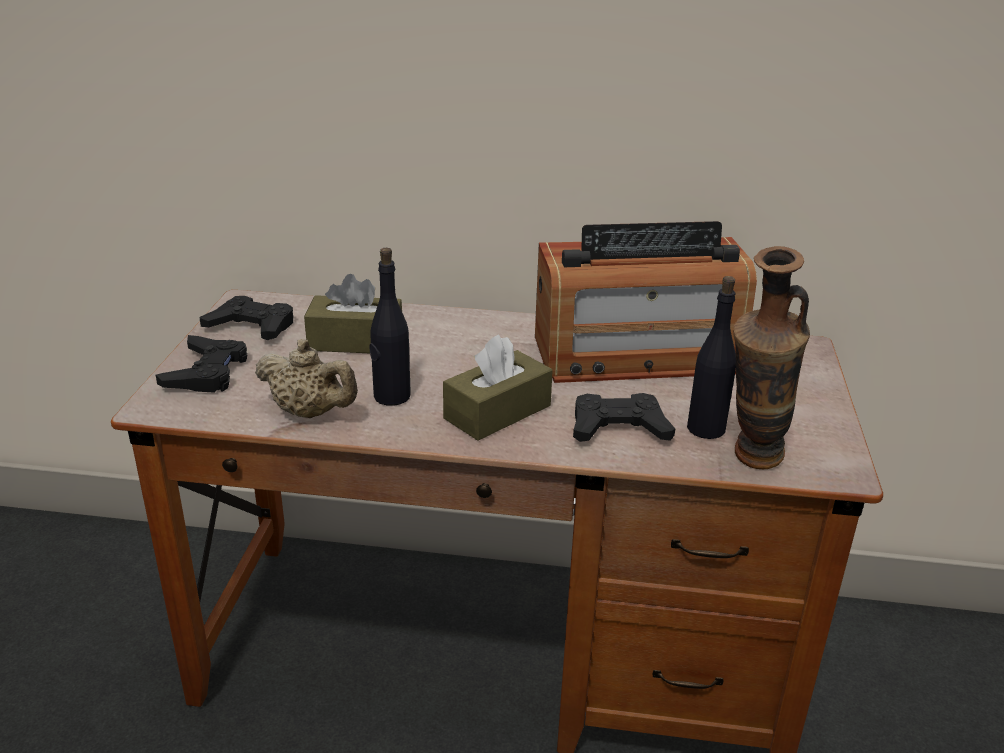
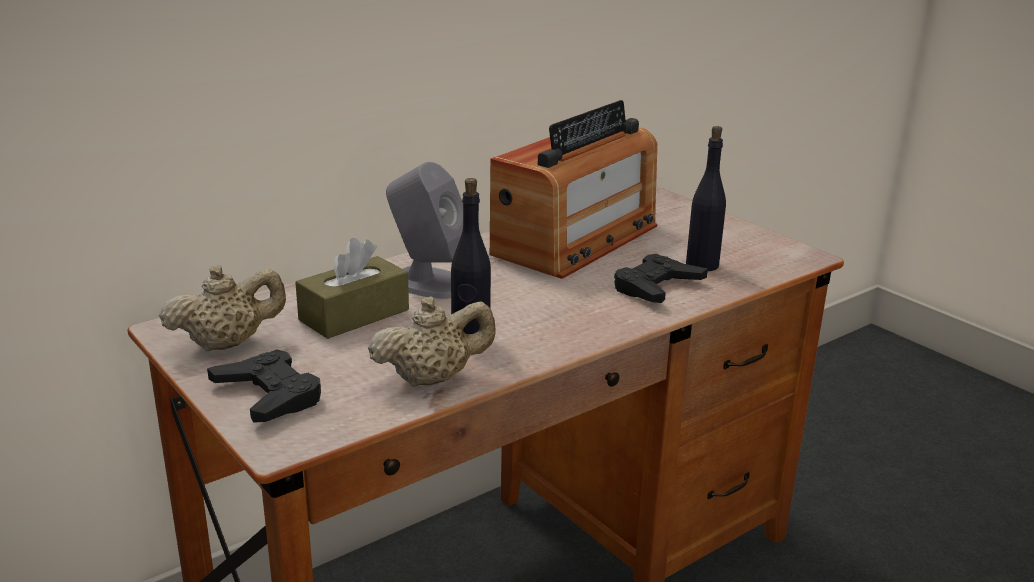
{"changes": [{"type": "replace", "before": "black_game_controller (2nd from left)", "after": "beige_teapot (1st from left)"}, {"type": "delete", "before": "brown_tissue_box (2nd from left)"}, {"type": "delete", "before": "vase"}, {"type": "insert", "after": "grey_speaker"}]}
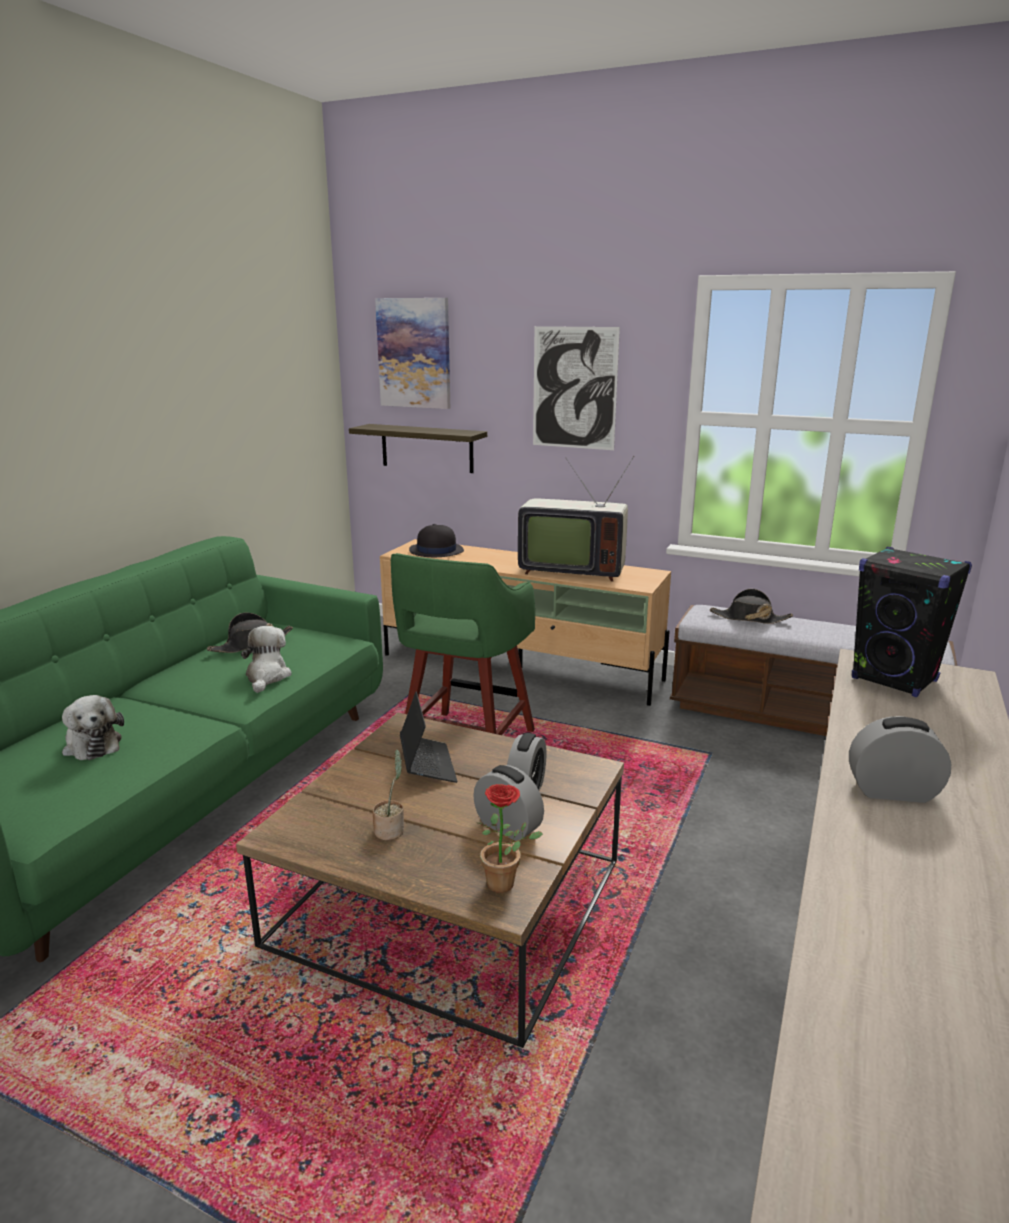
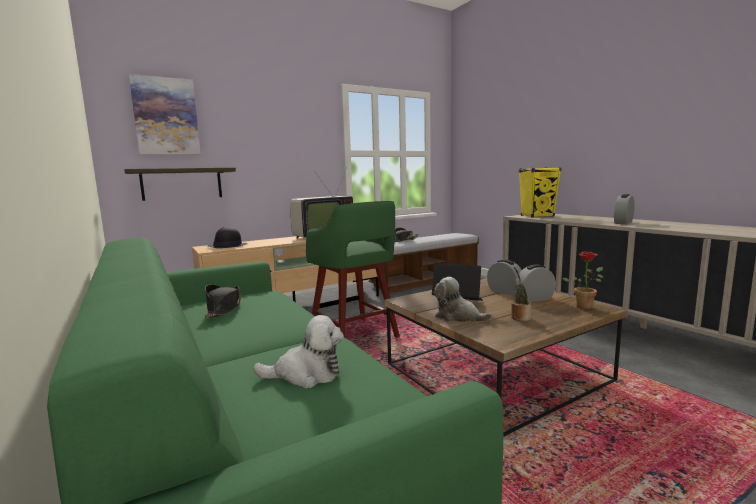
{"changes": [{"type": "move", "before": "plush_toy (2nd from left)"}, {"type": "delete", "before": "picture (2nd from left)"}, {"type": "recolor", "before": "black_speaker", "after": "yellow_speaker"}]}
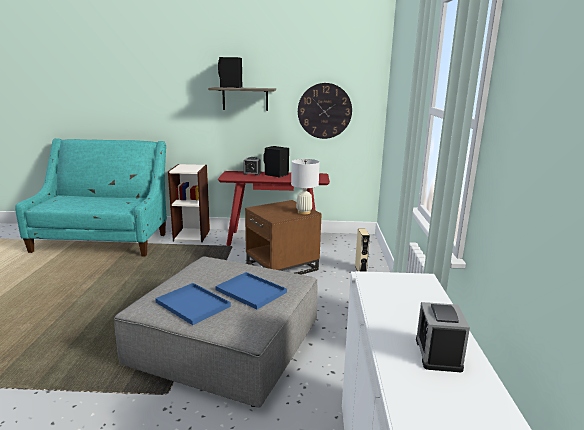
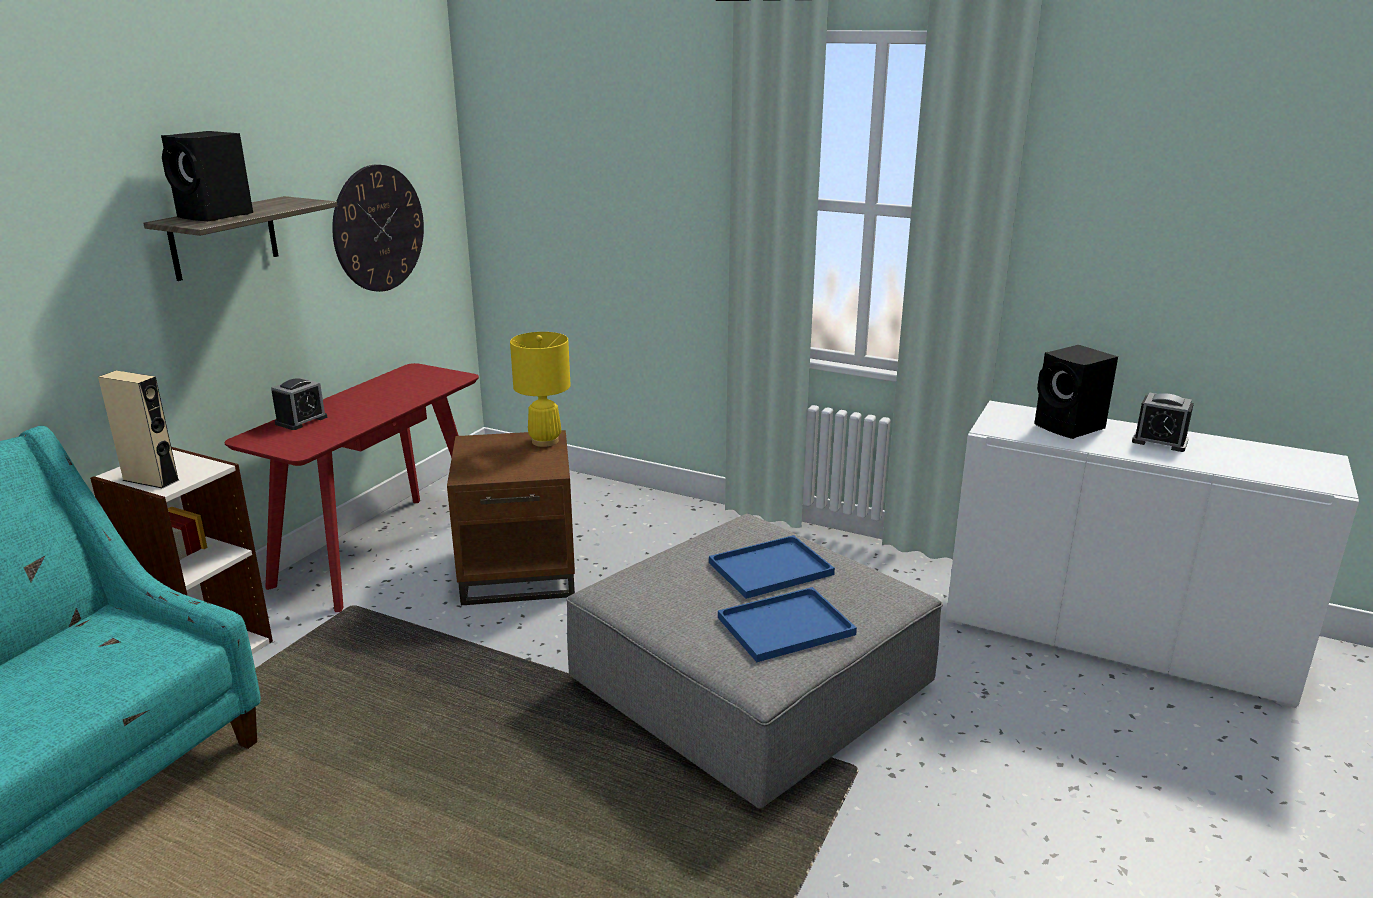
{"changes": [{"type": "move", "before": "black_speaker (2nd from left)"}, {"type": "recolor", "before": "white_table_lamp", "after": "yellow_table_lamp"}, {"type": "move", "before": "beige_speaker"}]}
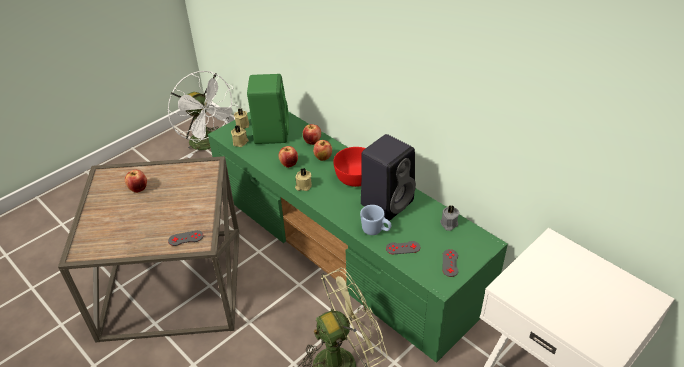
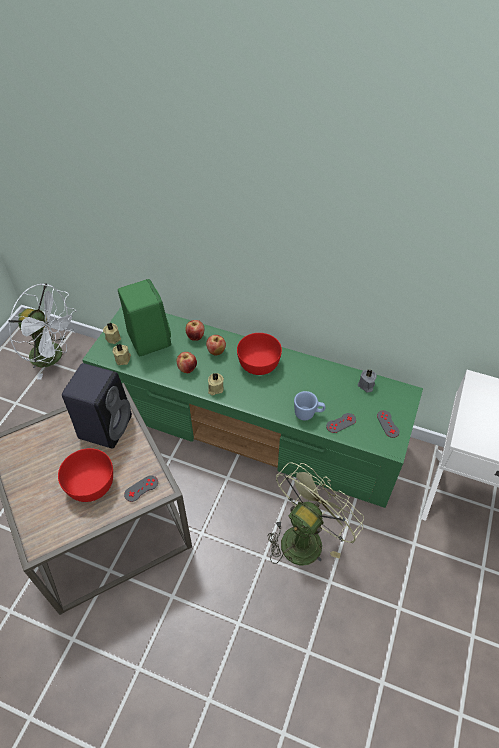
{"changes": [{"type": "delete", "before": "apple (1st from left)"}, {"type": "move", "before": "black_speaker"}, {"type": "insert", "after": "red_bowl (1st from left)"}]}
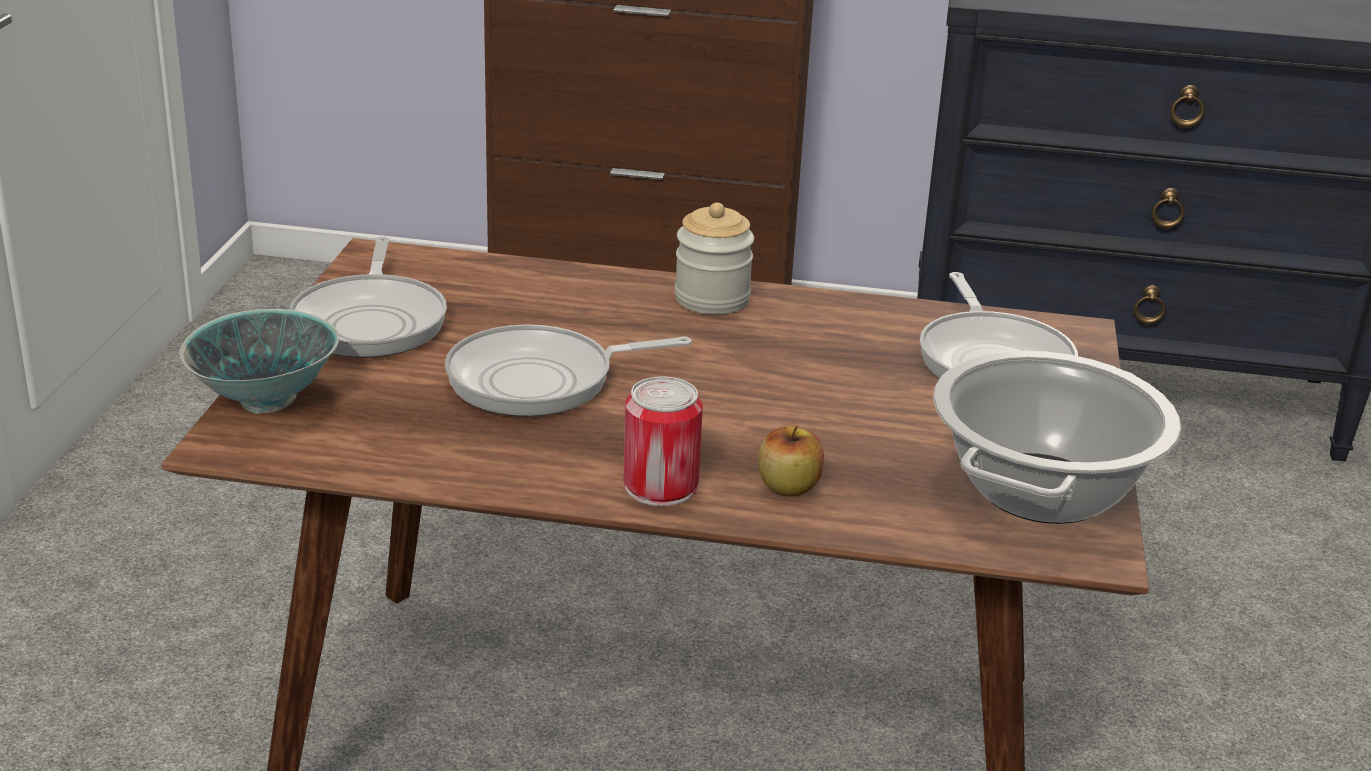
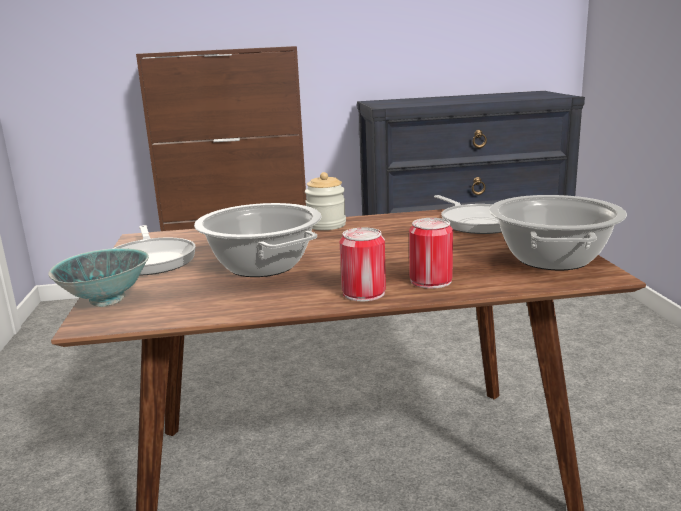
{"changes": [{"type": "replace", "before": "frying_pan (2nd from left)", "after": "cooking_pot (1st from left)"}, {"type": "replace", "before": "apple", "after": "can (2nd from left)"}]}
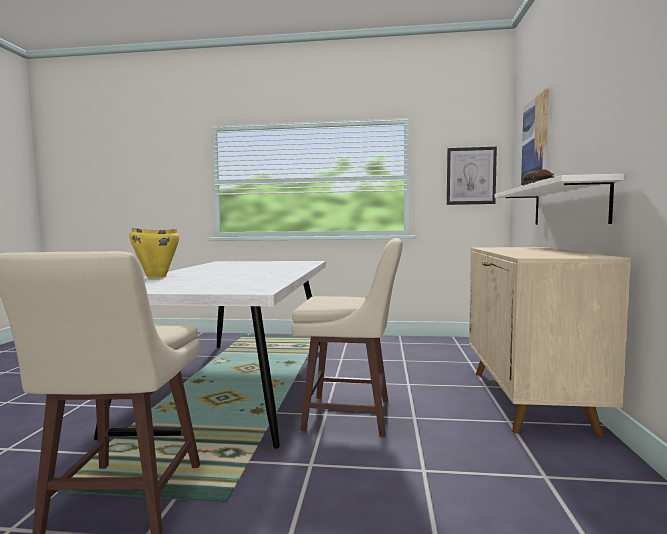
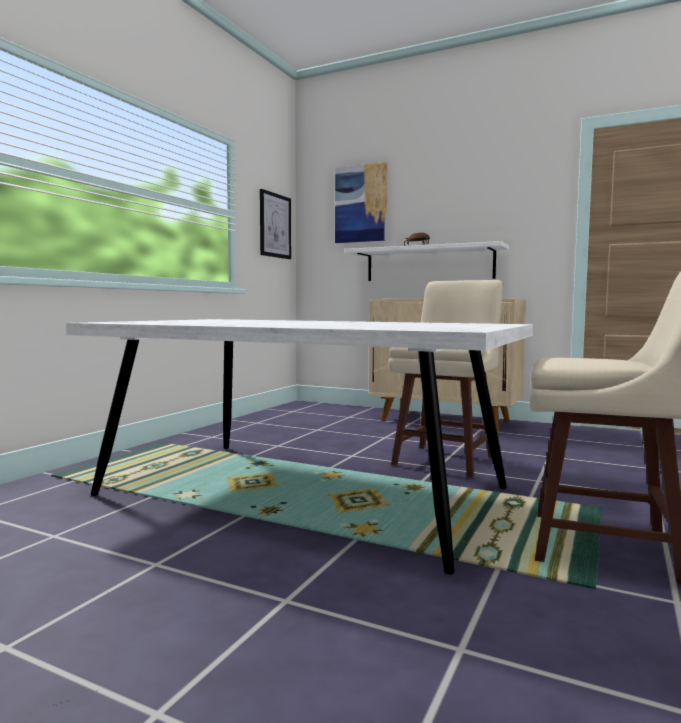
{"changes": [{"type": "delete", "before": "yellow_cooking_pot"}]}
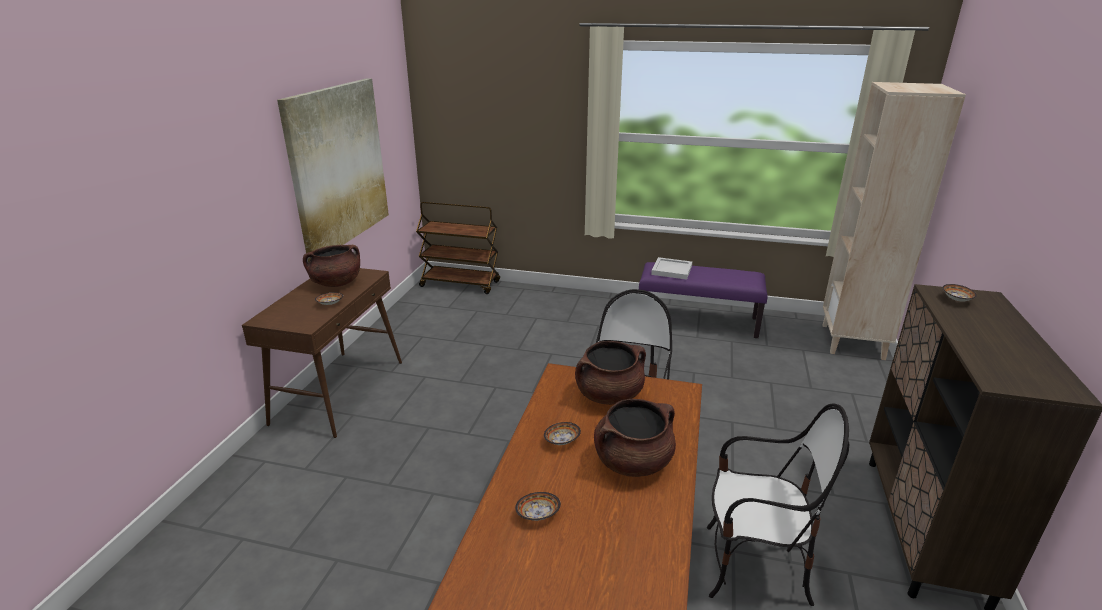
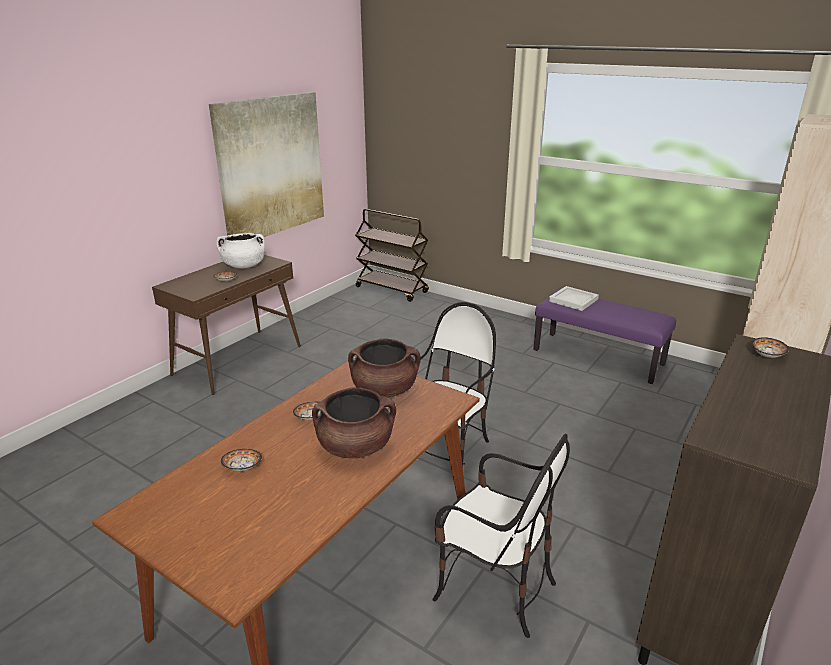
{"changes": [{"type": "recolor", "before": "brown_cooking_pot (1st from left)", "after": "white_cooking_pot"}]}
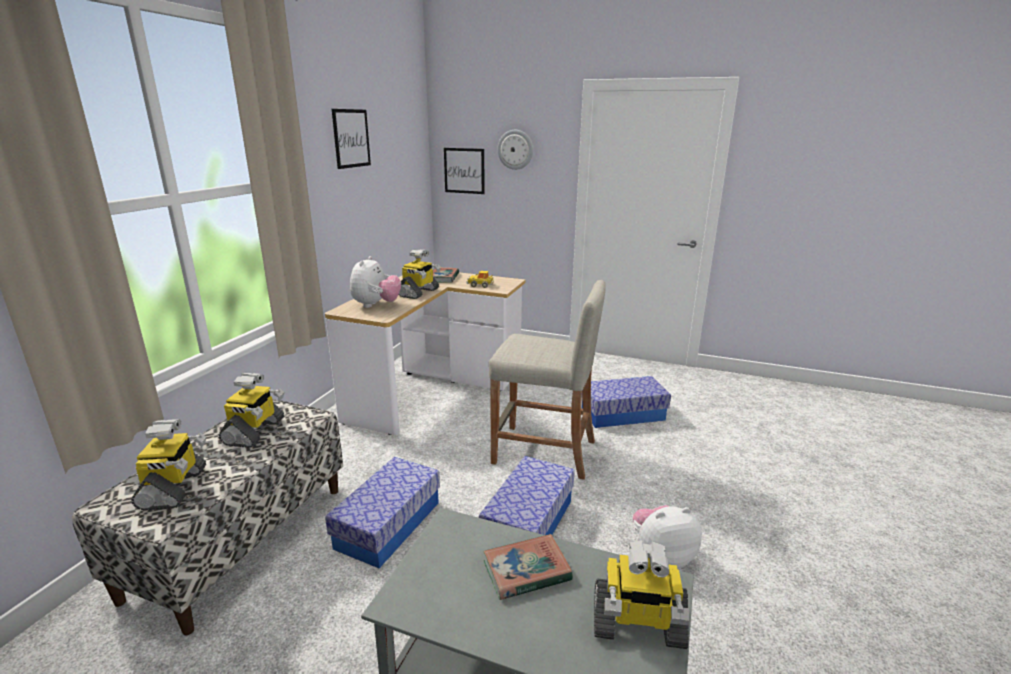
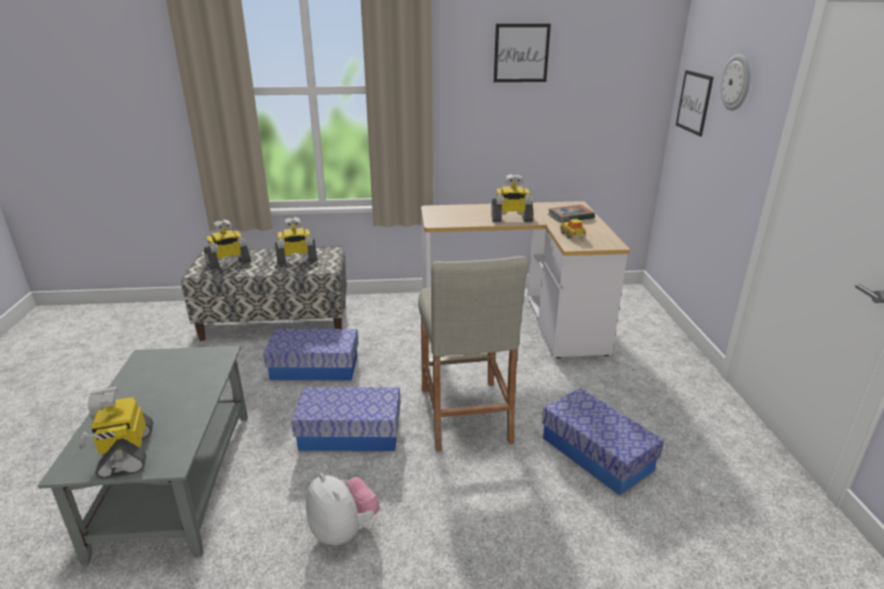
{"changes": [{"type": "delete", "before": "plush_toy (1st from left)"}, {"type": "delete", "before": "book (2nd from left)"}]}
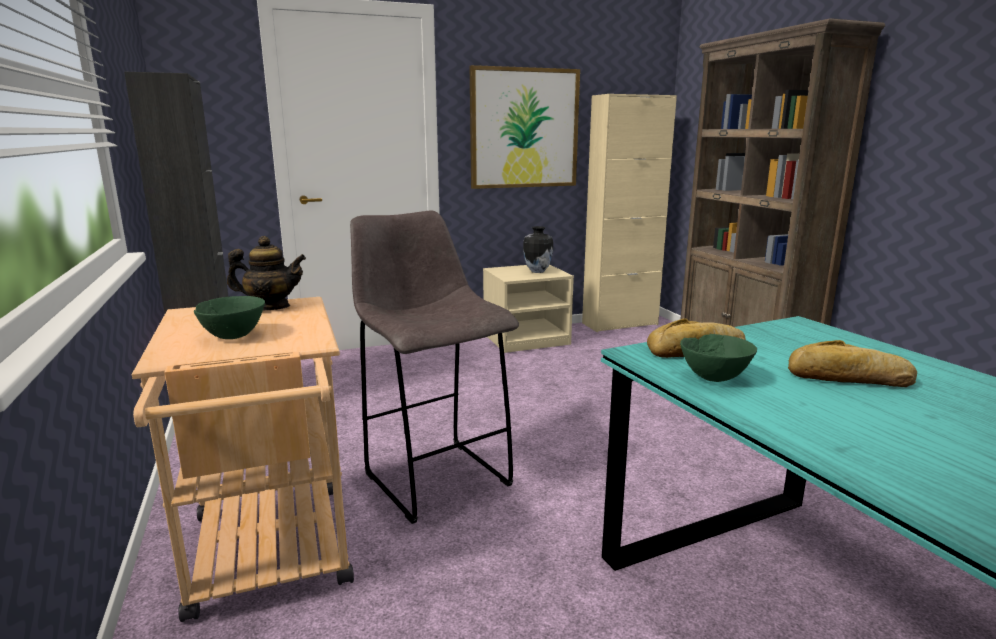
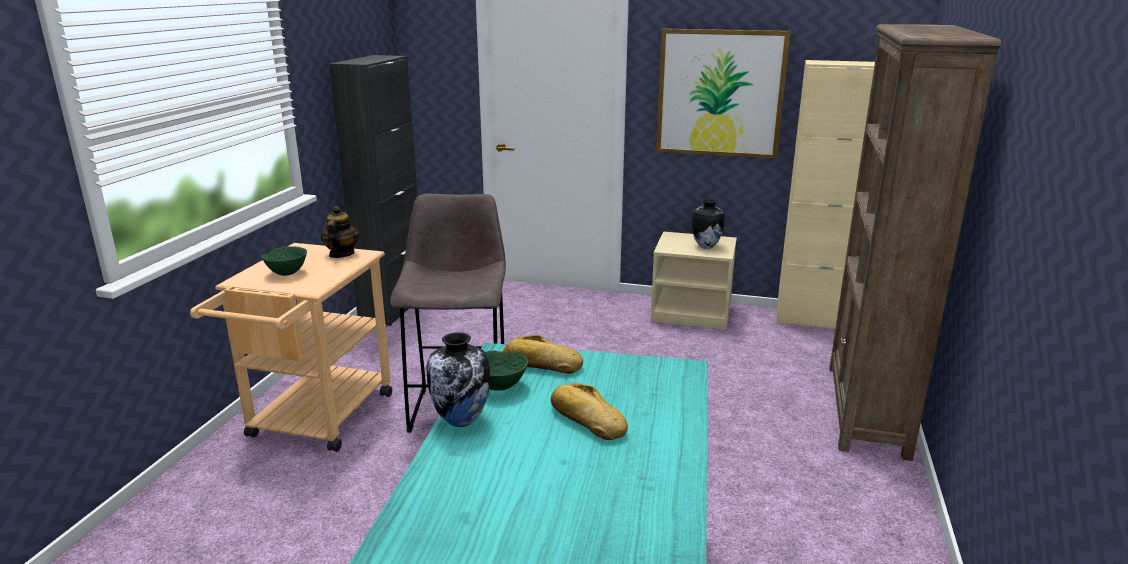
{"changes": [{"type": "rotate", "before": "teapot", "turn": -120}, {"type": "insert", "after": "vase (1st from left)"}]}
